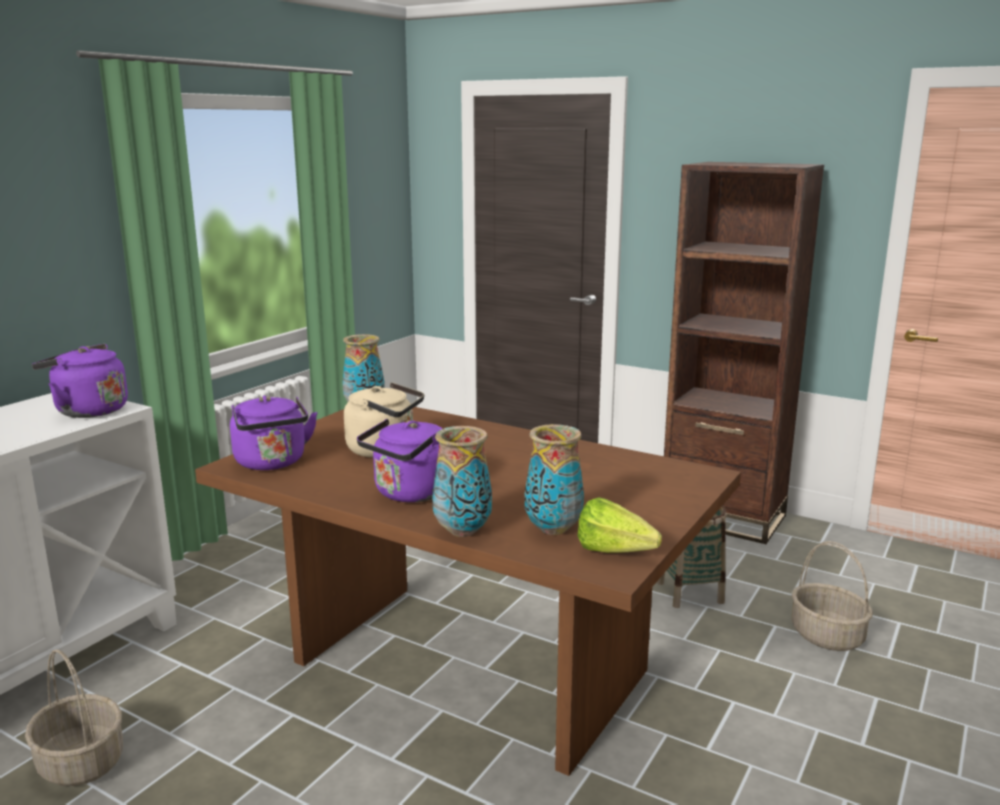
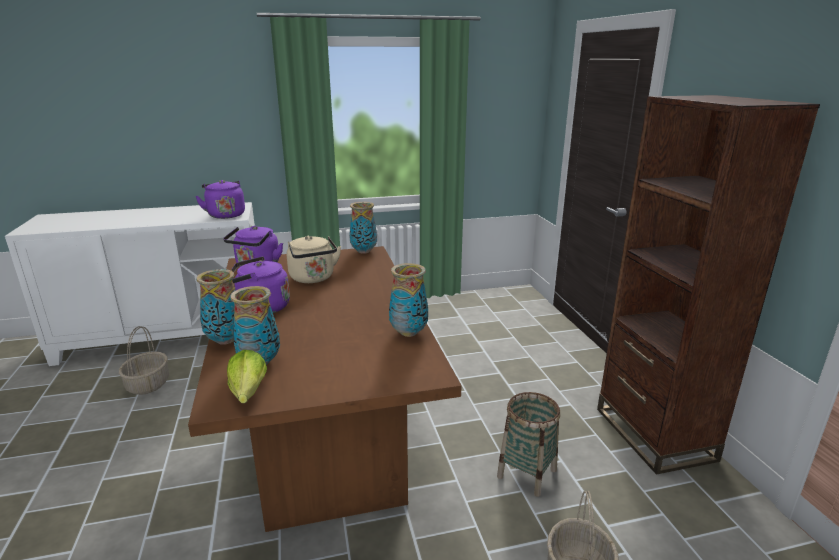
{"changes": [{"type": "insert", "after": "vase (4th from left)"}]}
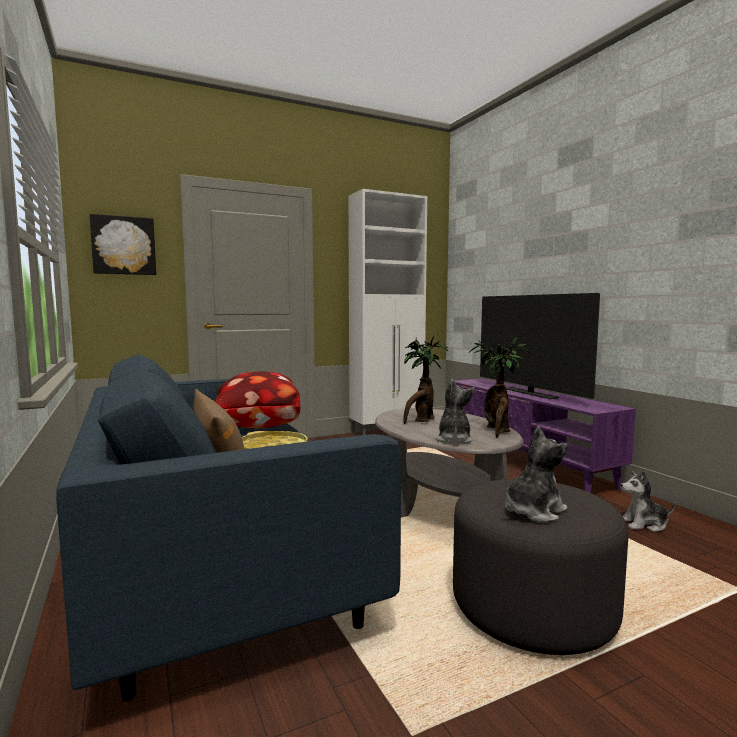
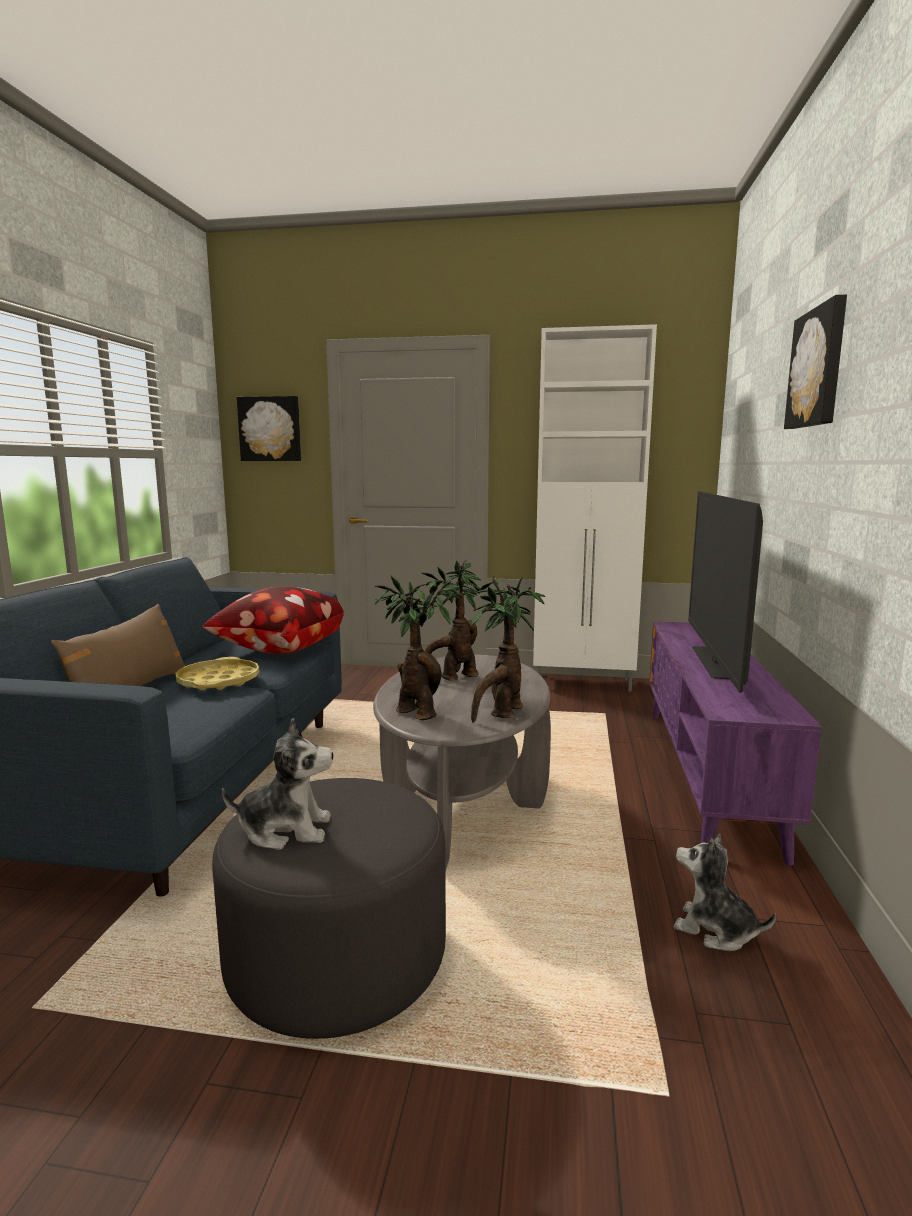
{"changes": [{"type": "replace", "before": "plush_toy (1st from left)", "after": "potted_plant (1st from left)"}, {"type": "insert", "after": "picture (2nd from left)"}]}
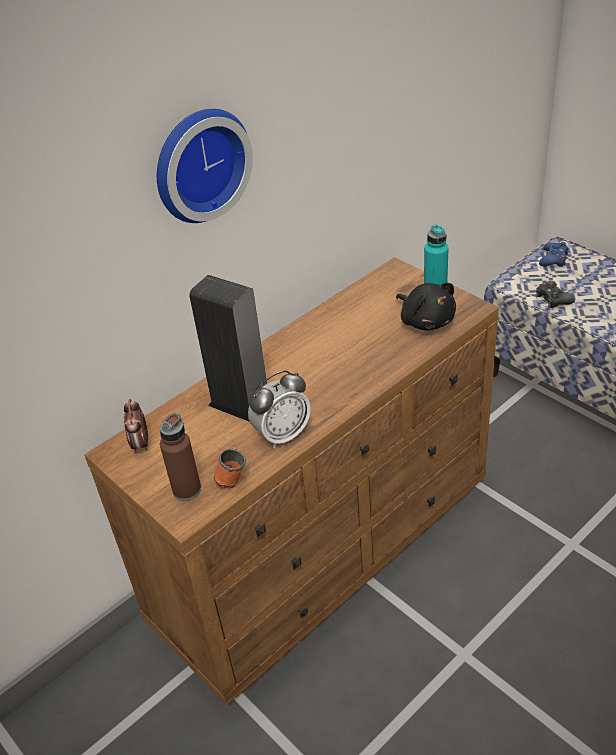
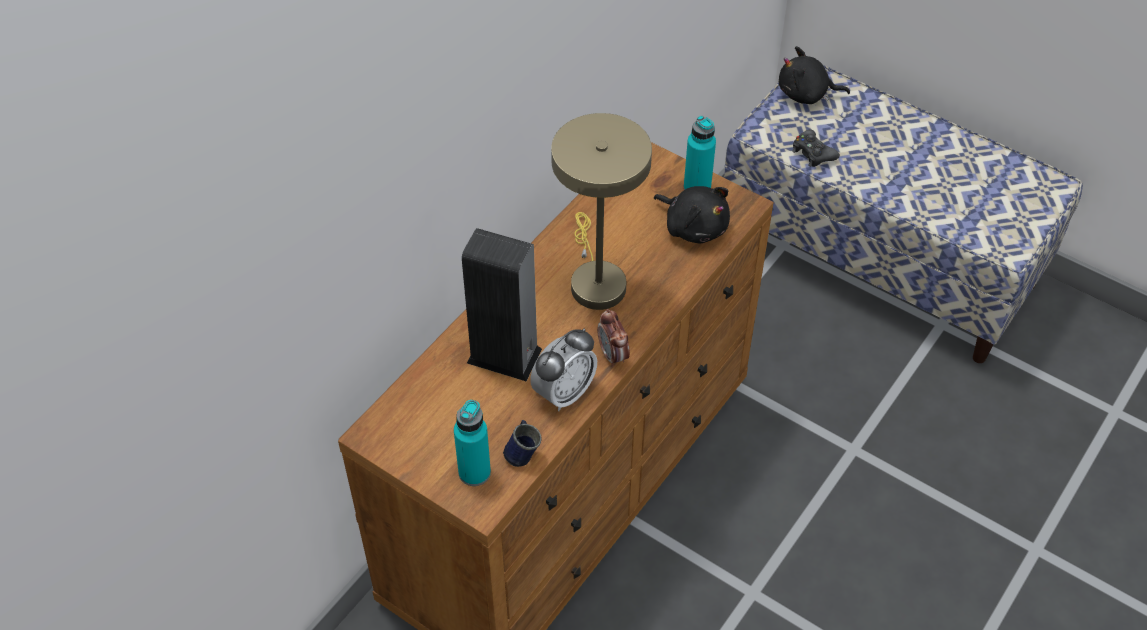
{"changes": [{"type": "move", "before": "alarm_clock (1st from left in the first image)", "after": "alarm_clock (2nd from left)"}, {"type": "delete", "before": "wall_clock"}, {"type": "recolor", "before": "brown_bottle", "after": "turquoise_bottle (1st from left)"}, {"type": "recolor", "before": "orange_mug", "after": "blue_mug"}, {"type": "replace", "before": "blue_game_controller", "after": "black_plush_toy (2nd from left)"}, {"type": "insert", "after": "beige_table_lamp"}]}
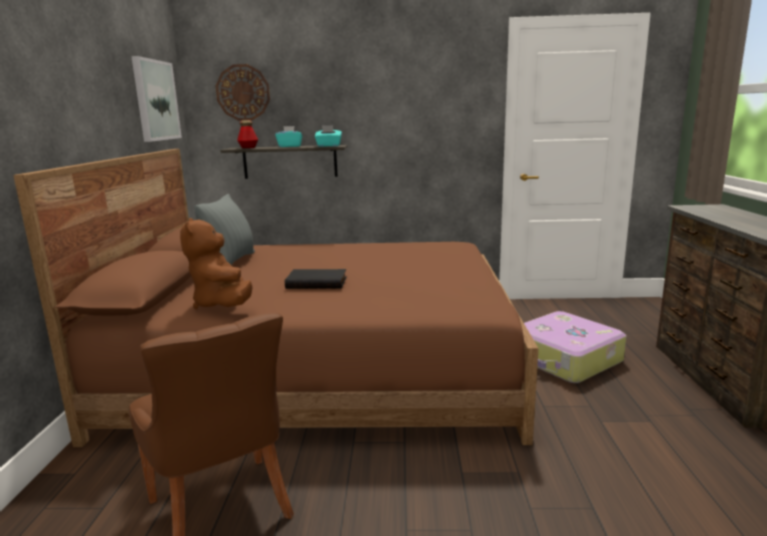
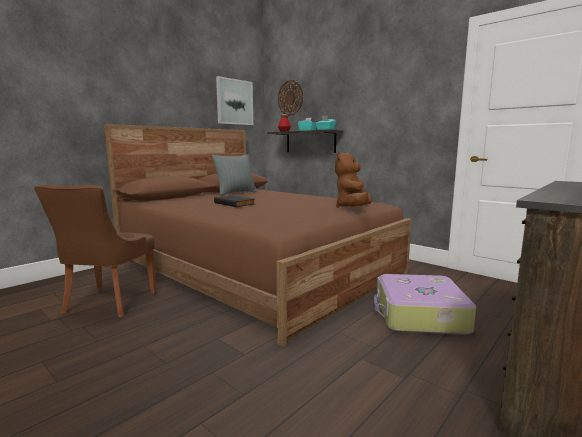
{"changes": [{"type": "move", "before": "brown_plush_toy"}]}
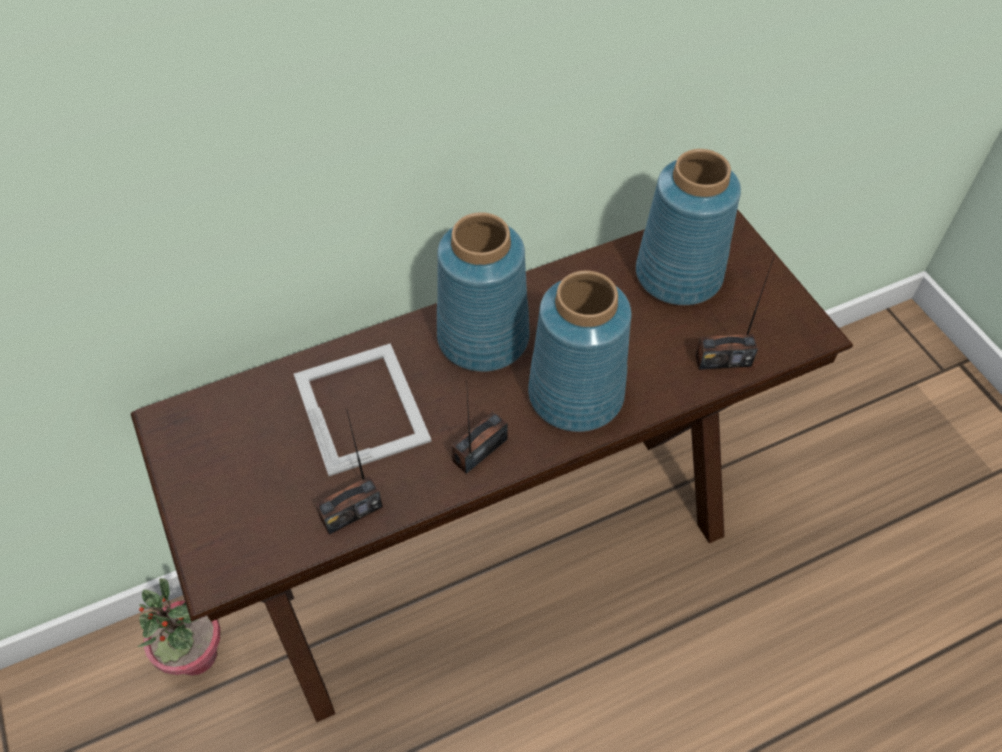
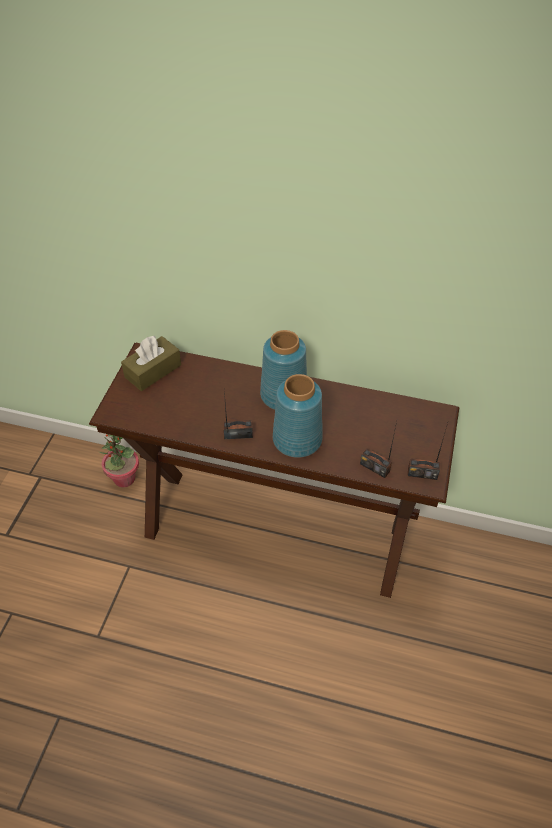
{"changes": [{"type": "delete", "before": "picture_frame"}, {"type": "move", "before": "radio (1st from left in the first image)", "after": "radio (3rd from left)"}, {"type": "delete", "before": "blue_vase (3rd from left)"}, {"type": "insert", "after": "brown_tissue_box"}]}
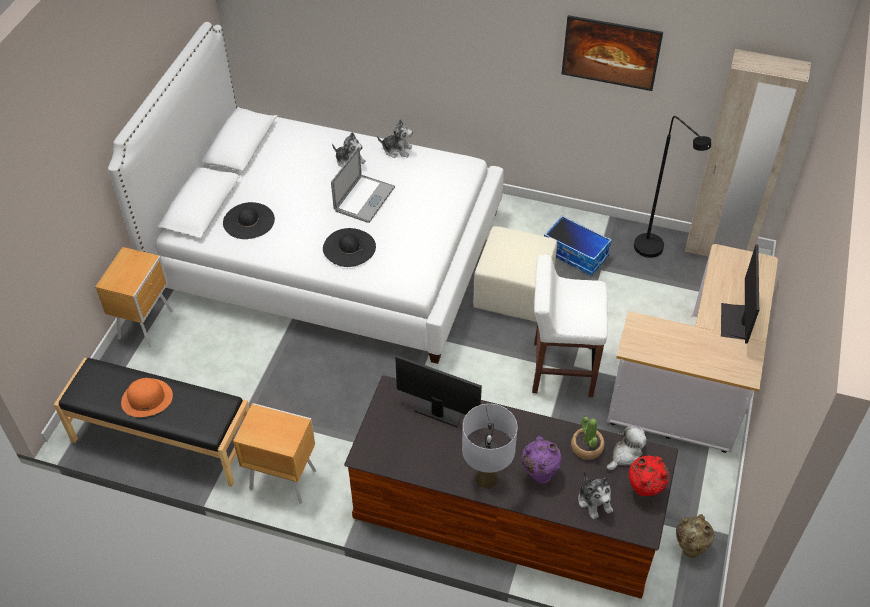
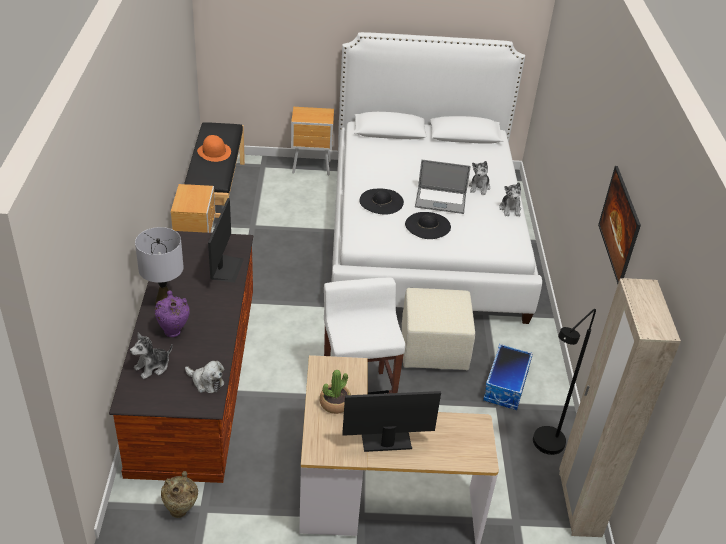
{"changes": [{"type": "move", "before": "black_hat (1st from left in the first image)", "after": "black_hat (2nd from left)"}, {"type": "move", "before": "potted_plant"}, {"type": "delete", "before": "red_vase"}]}
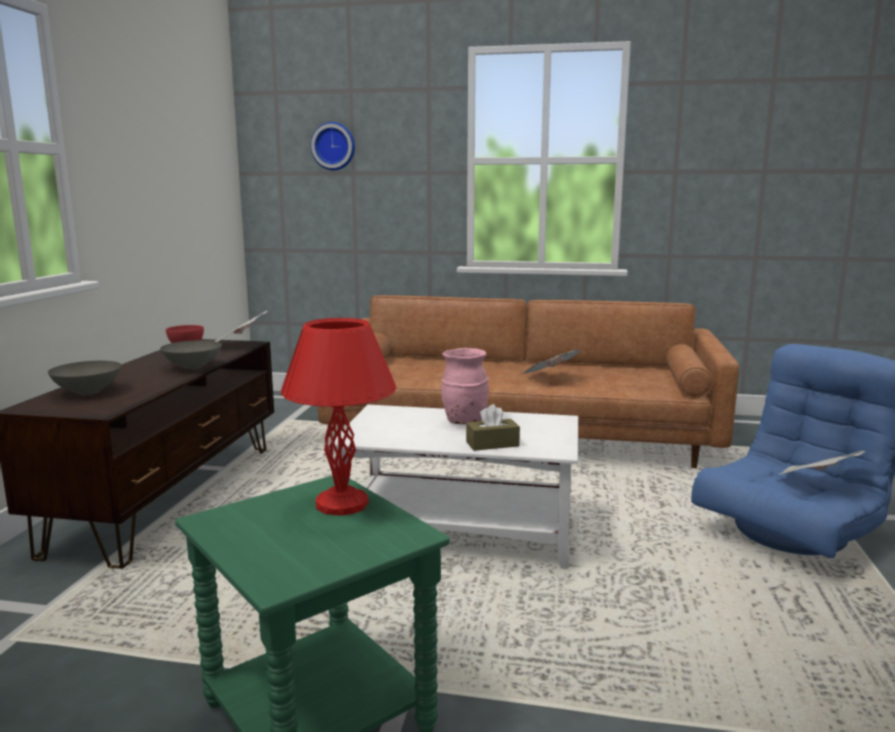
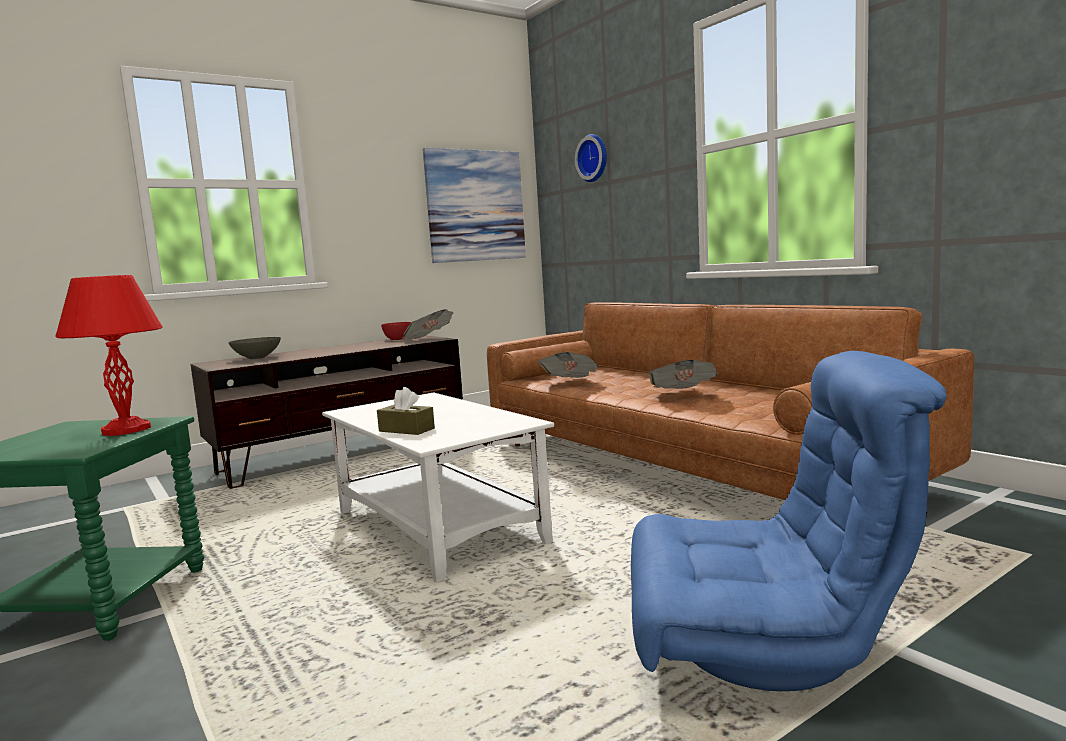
{"changes": [{"type": "delete", "before": "grey_bowl (2nd from left)"}, {"type": "delete", "before": "pink_vase"}, {"type": "move", "before": "newspaper (3rd from left in the first image)", "after": "newspaper (2nd from left)"}, {"type": "insert", "after": "picture"}]}
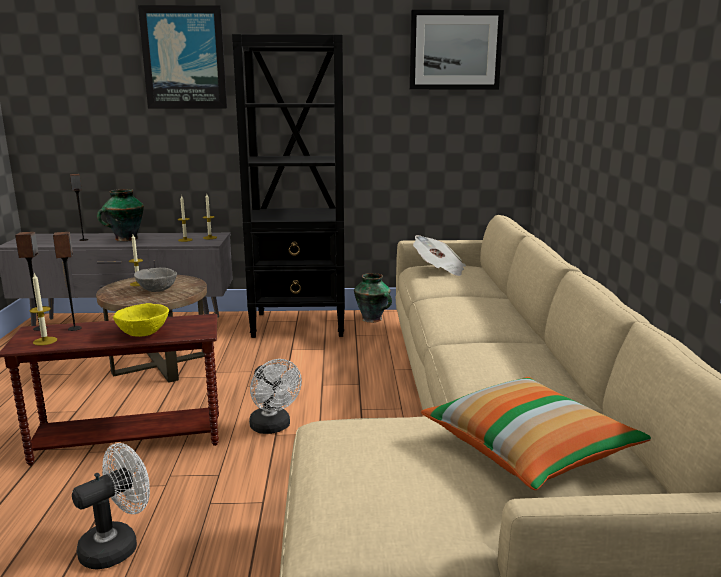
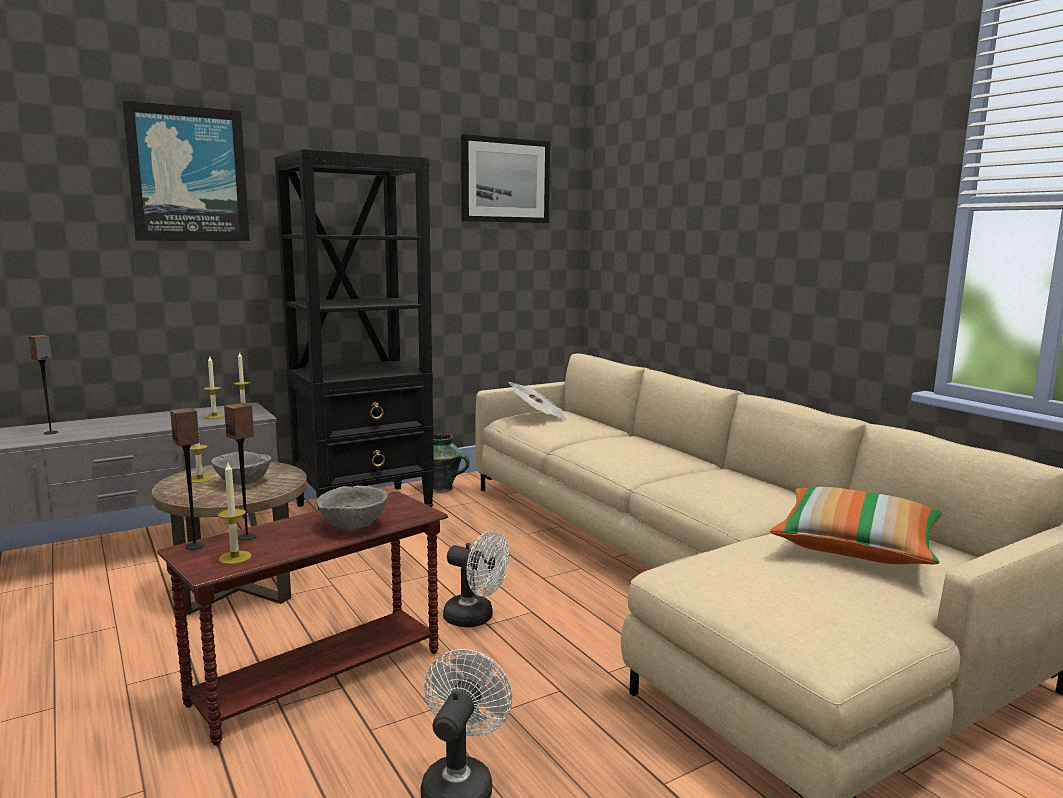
{"changes": [{"type": "delete", "before": "vase (1st from left)"}, {"type": "recolor", "before": "yellow_bowl", "after": "grey_bowl (2nd from left)"}]}
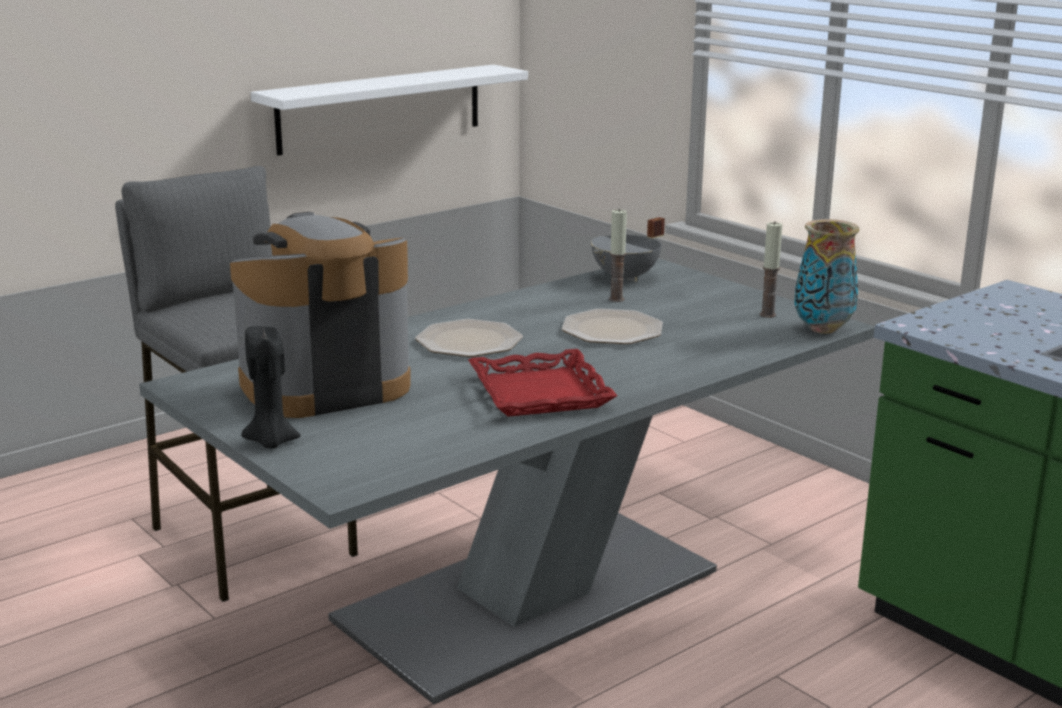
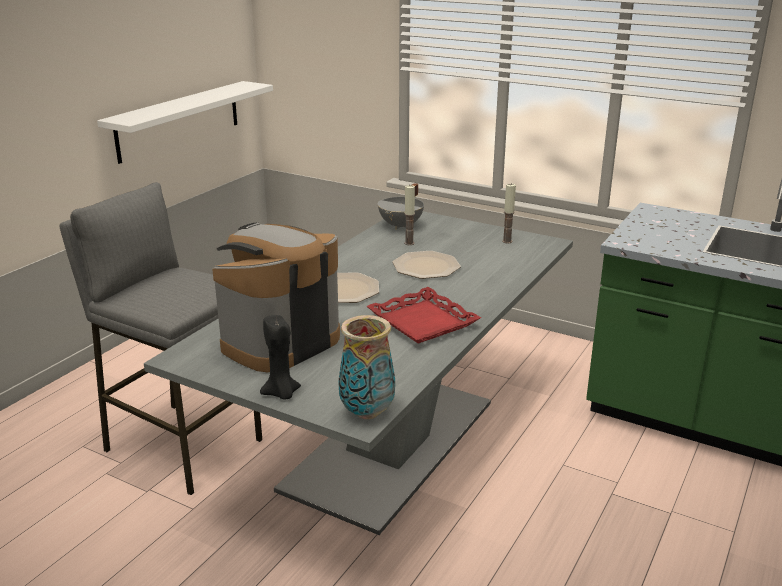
{"changes": [{"type": "move", "before": "vase"}]}
